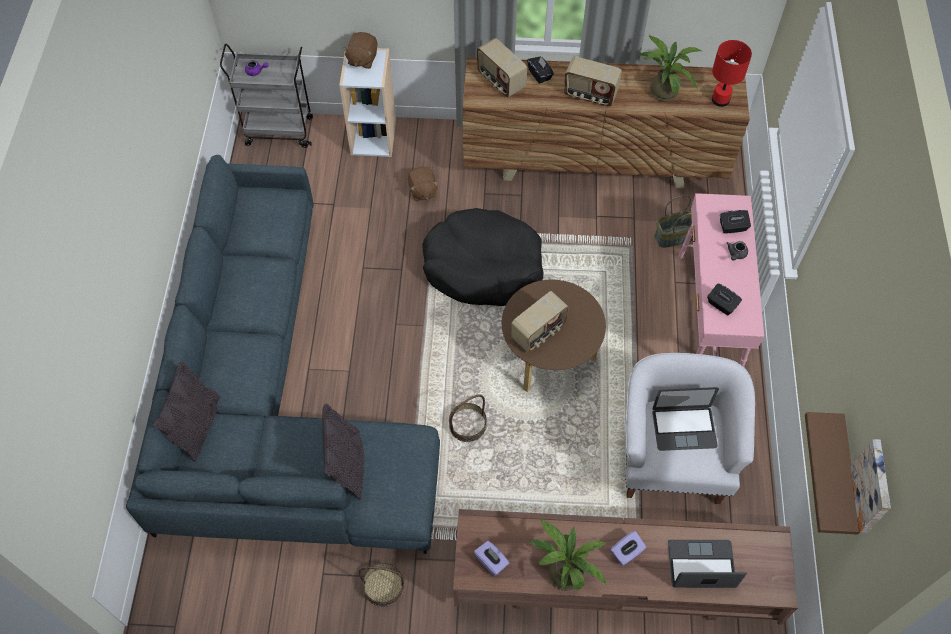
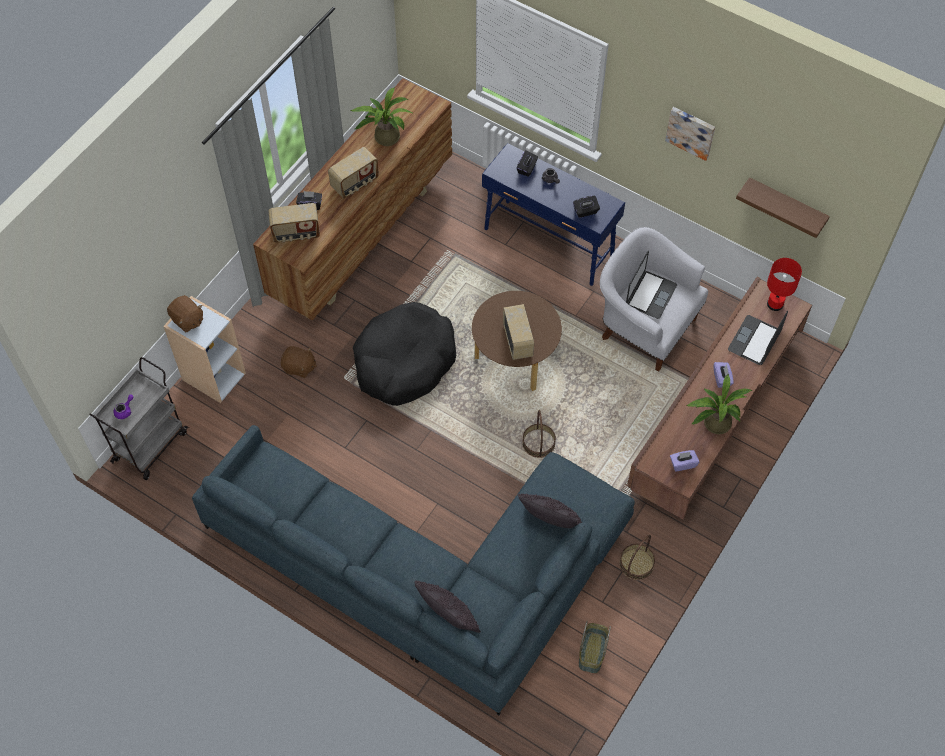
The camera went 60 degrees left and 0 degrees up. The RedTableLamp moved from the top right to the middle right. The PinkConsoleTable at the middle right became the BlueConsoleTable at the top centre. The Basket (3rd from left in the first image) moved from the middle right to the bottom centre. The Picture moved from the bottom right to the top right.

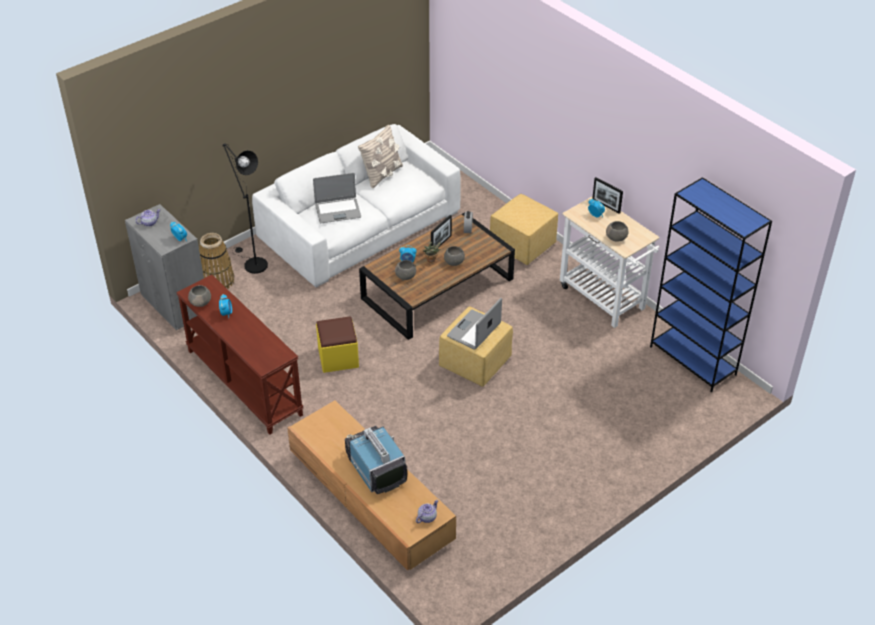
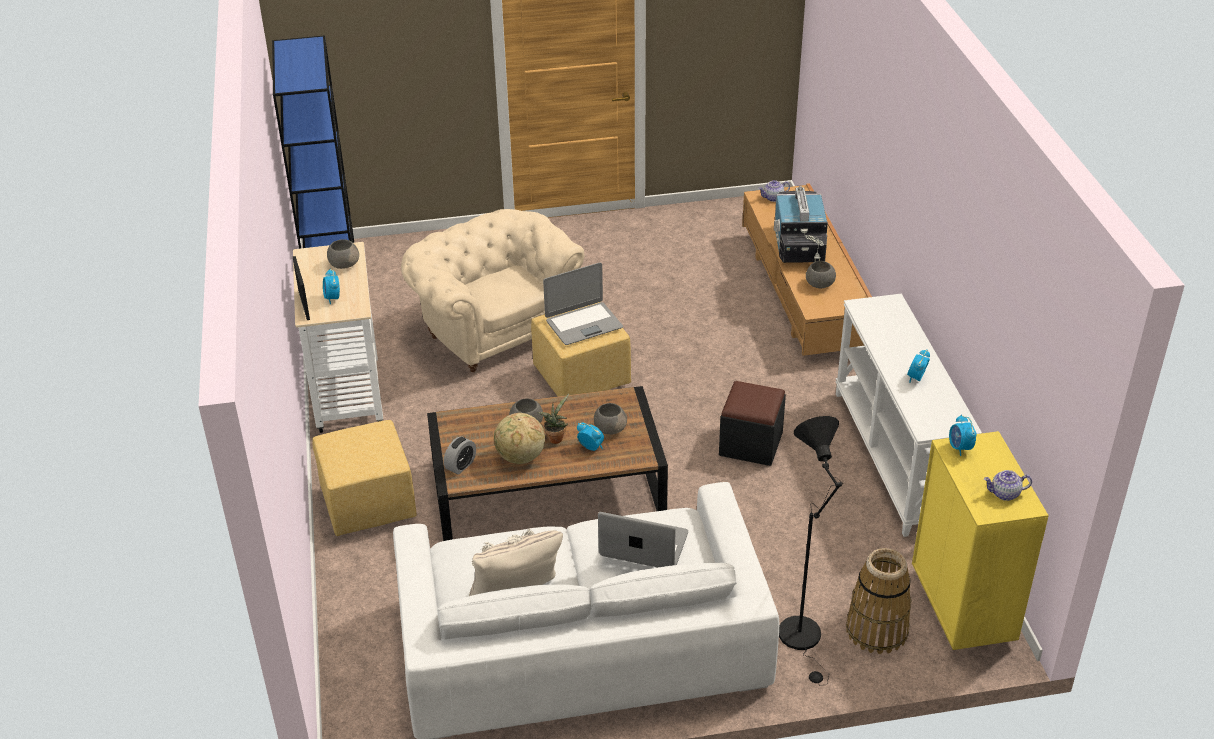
The camera went 150 degrees left and 5 degrees down. The GreyCabinet at the middle left became the YellowCabinet at the bottom right. The PictureFrame (1st from left) at the centre was replaced by the Globe at the centre. The BrownConsoleTable at the middle left became the WhiteConsoleTable at the middle right. The GreyBowl (1st from left in the first image) moved from the middle left to the middle right. The YellowOttoman (1st from left) at the centre became the BlackOttoman at the centre. The BeigeArmchair at the centre appeared.

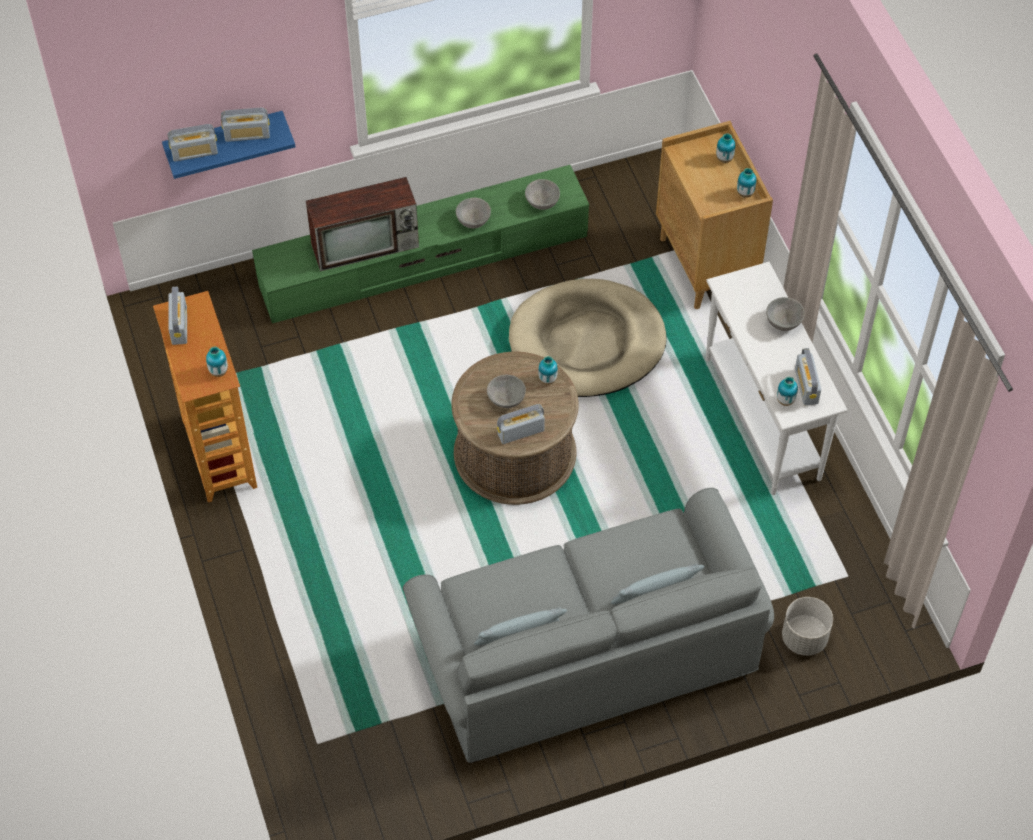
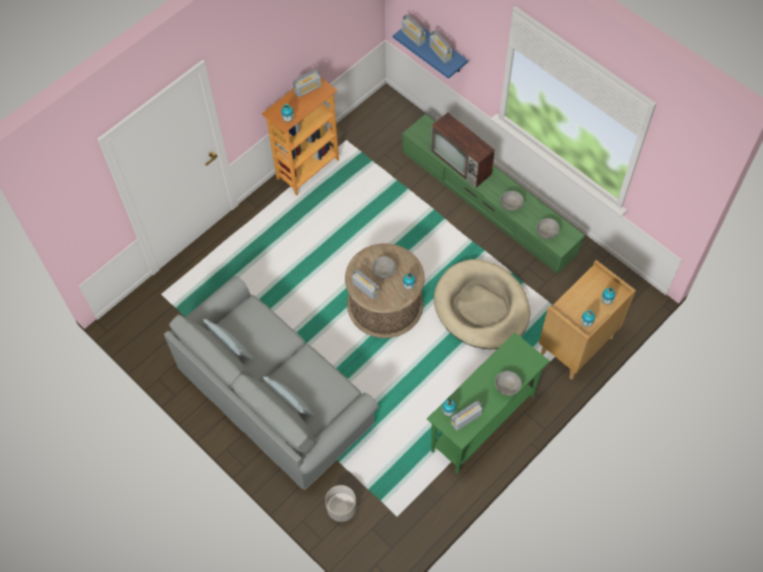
The camera went 65 degrees right and 5 degrees up. The WhiteConsoleTable at the middle right became the GreenConsoleTable at the bottom centre.

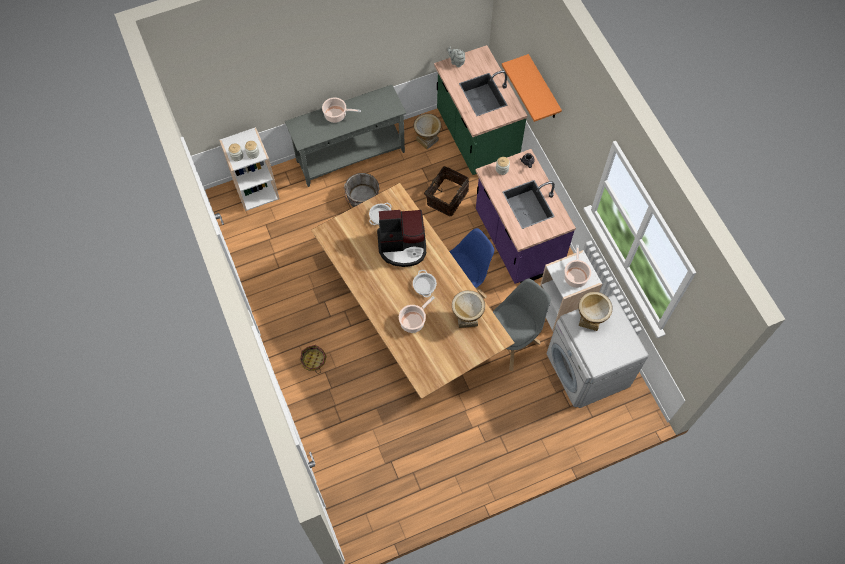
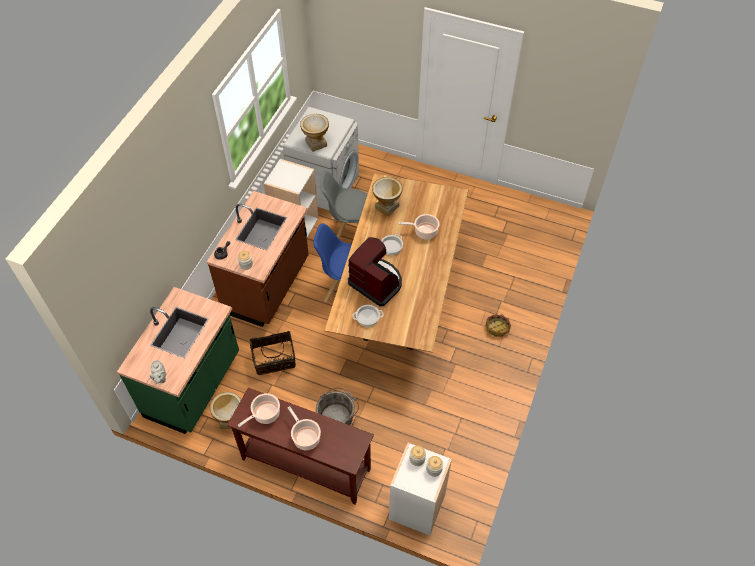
The camera went 135 degrees left and 10 degrees down. The OrangeShelf at the top centre disappeared. The GreyConsoleTable at the top centre became the BrownConsoleTable at the bottom centre. The PurpleCounter at the centre became the BrownCounter at the centre. The CookingPot (5th from left in the first image) moved from the middle right to the bottom centre.

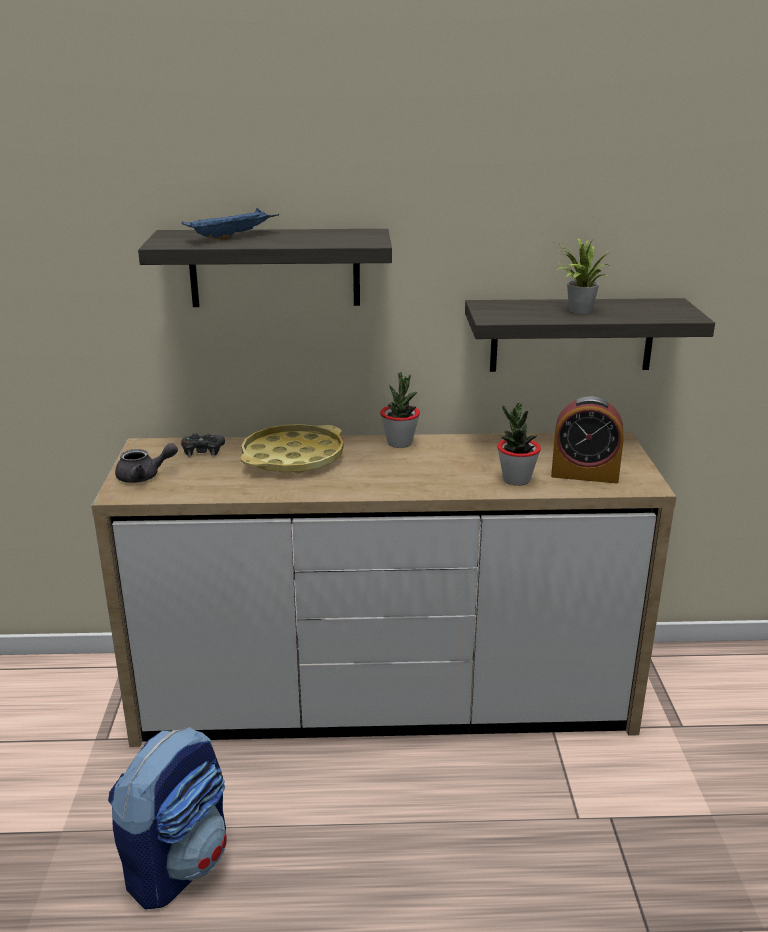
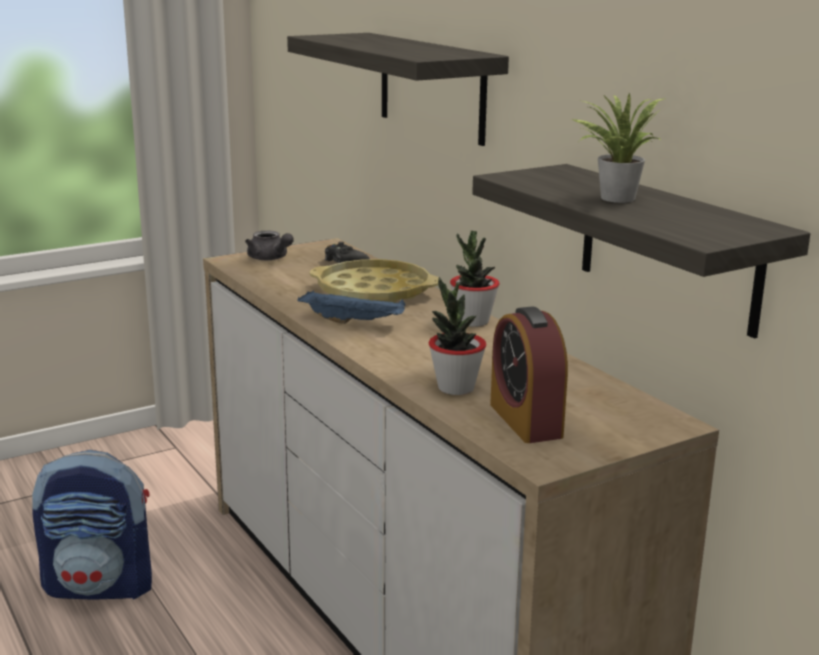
The camera went 60 degrees right and 5 degrees down. The BlueTray moved from the top left to the centre.

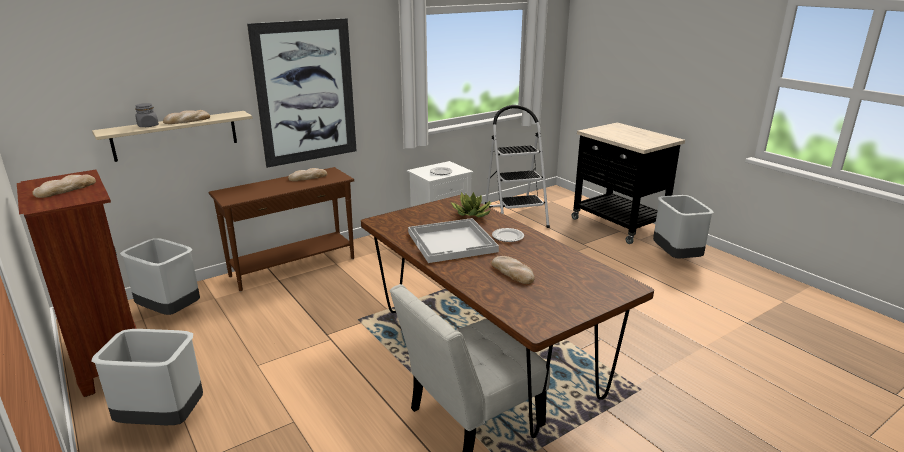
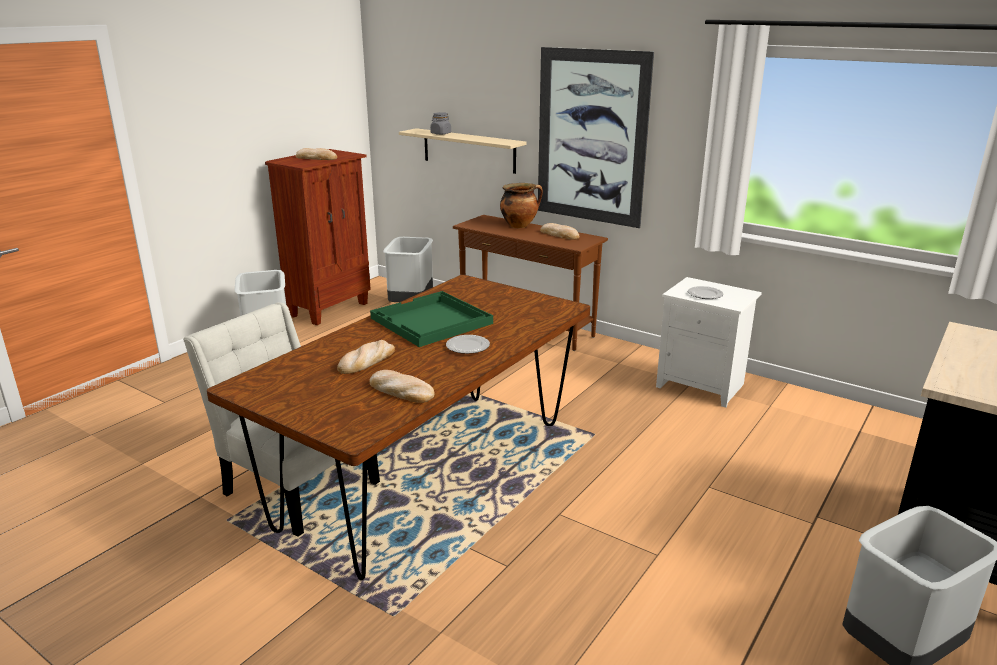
The camera went 70 degrees right and 0 degrees up. The StepLadder at the centre disappeared. The Bread (2nd from left in the first image) moved from the top left to the centre. The PottedPlant at the centre disappeared. The WhiteTray at the centre became the GreenTray at the centre. The CookingPot at the top centre appeared.

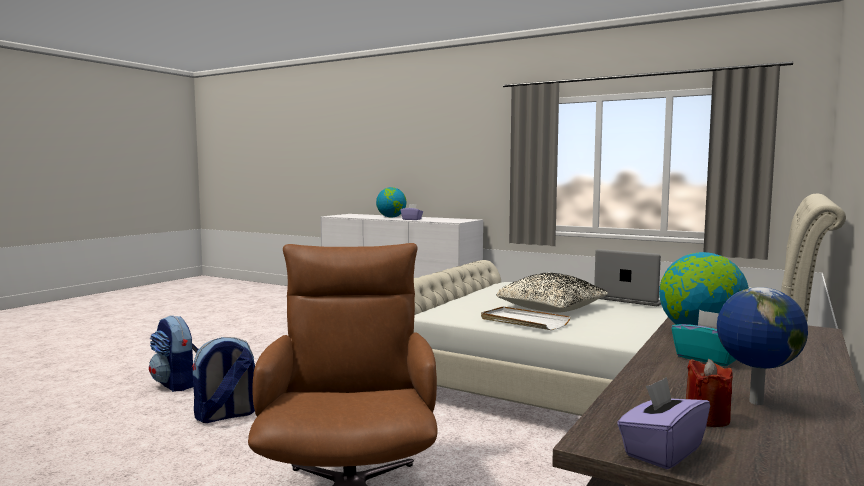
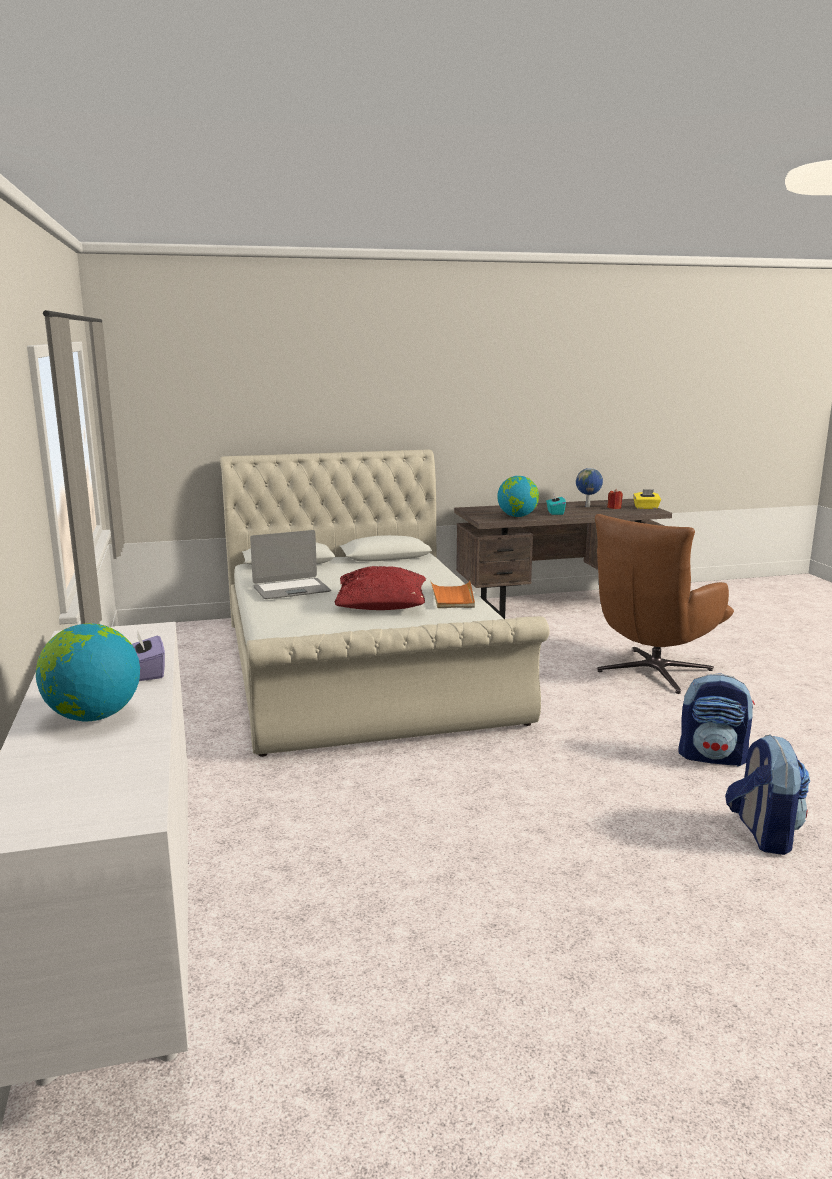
The camera went 135 degrees left and 10 degrees up. The Laptop at the middle right turned 105 degrees counterclockwise. The BeigePillow at the centre became the RedPillow at the centre. The WhiteTray at the centre became the OrangeTray at the centre. The PurpleTissueBox (2nd from left) at the bottom right became the YellowTissueBox at the middle right.

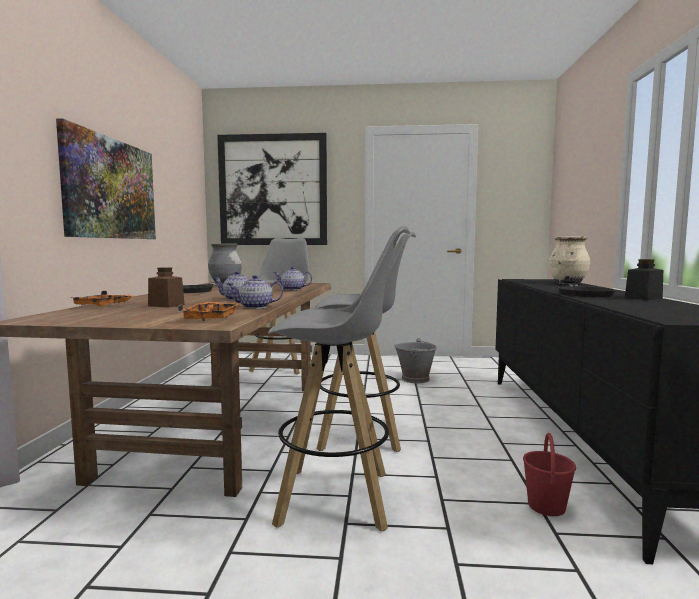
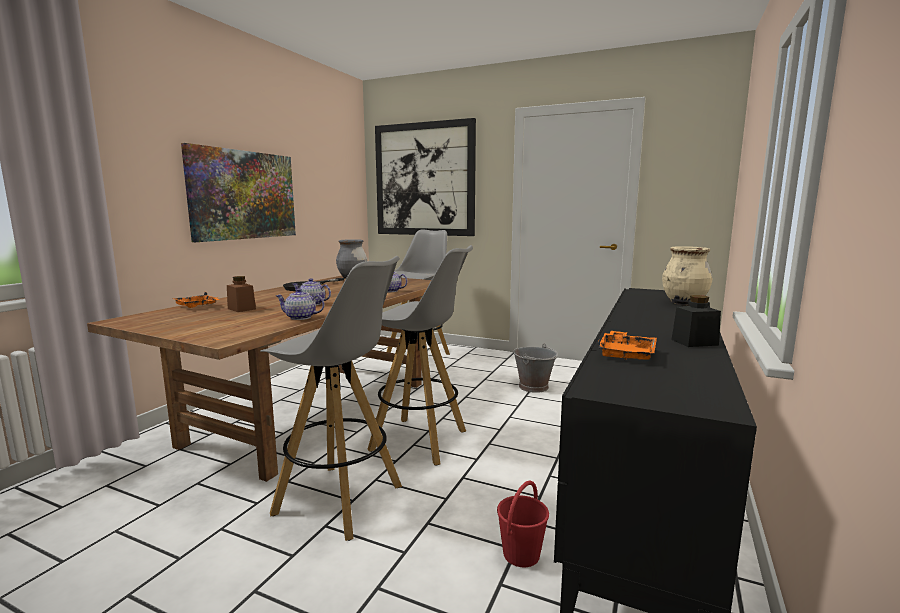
The camera went 20 degrees right and 5 degrees up. The BlackFryingPan (2nd from left) at the middle right disappeared. The OrangeTray (2nd from left) moved from the middle left to the middle right.

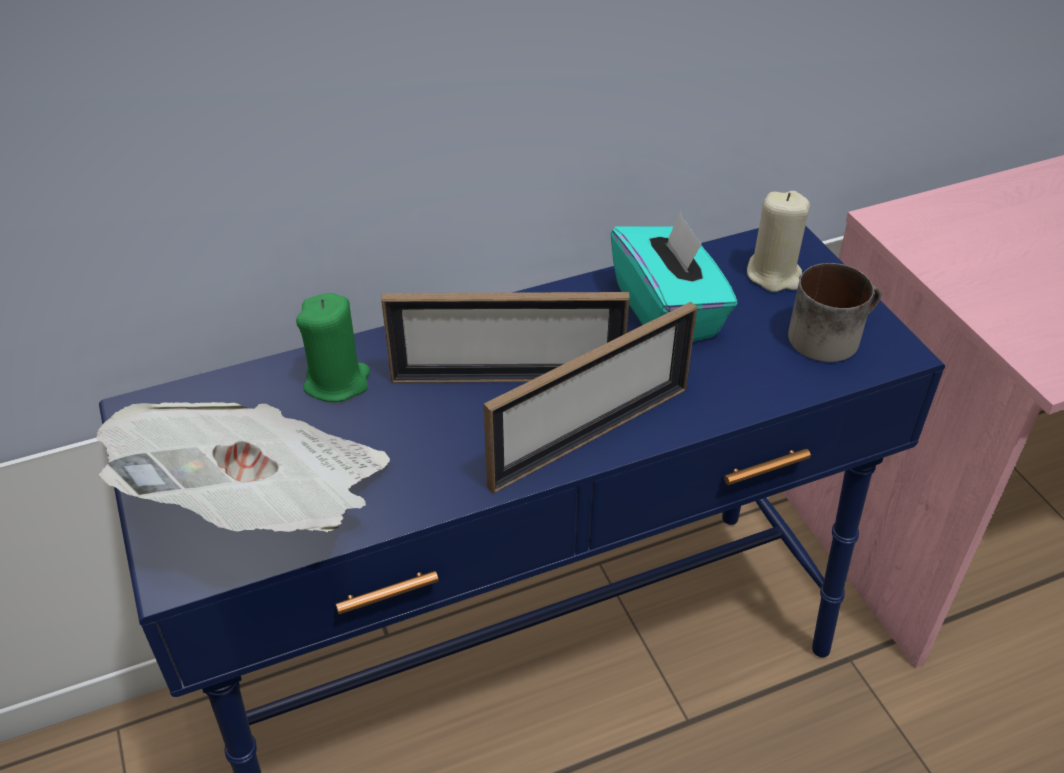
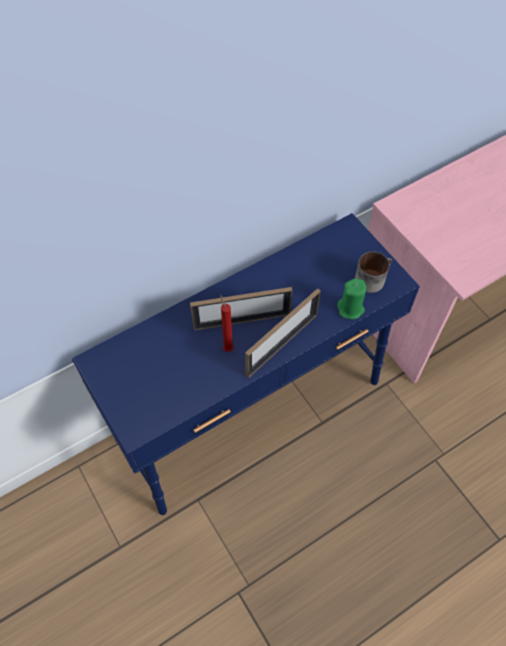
The camera went 10 degrees left and 15 degrees up. The BeigeCandle at the top right disappeared. The TurquoiseTissueBox at the centre disappeared. The GreenCandle moved from the middle left to the middle right. The Newspaper at the middle left disappeared. The RedCandle at the centre appeared.

